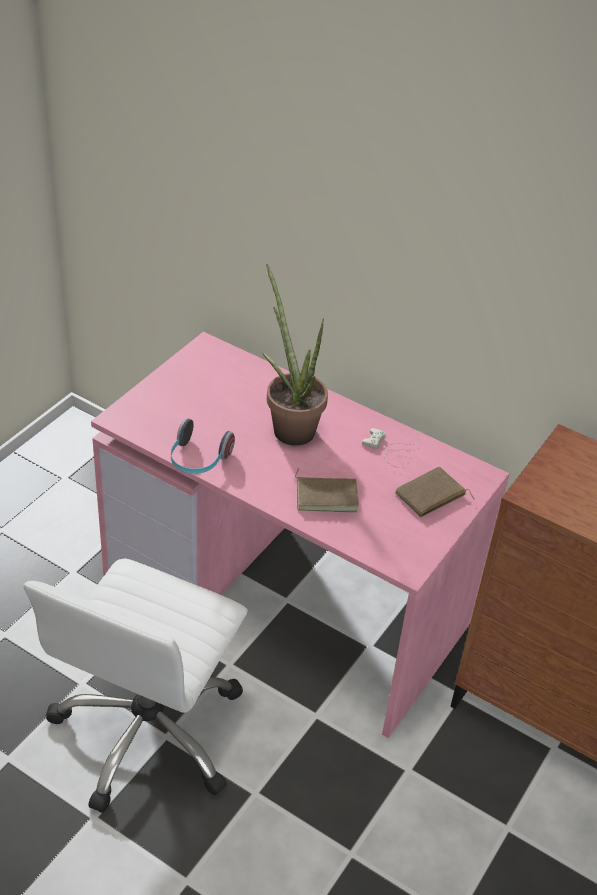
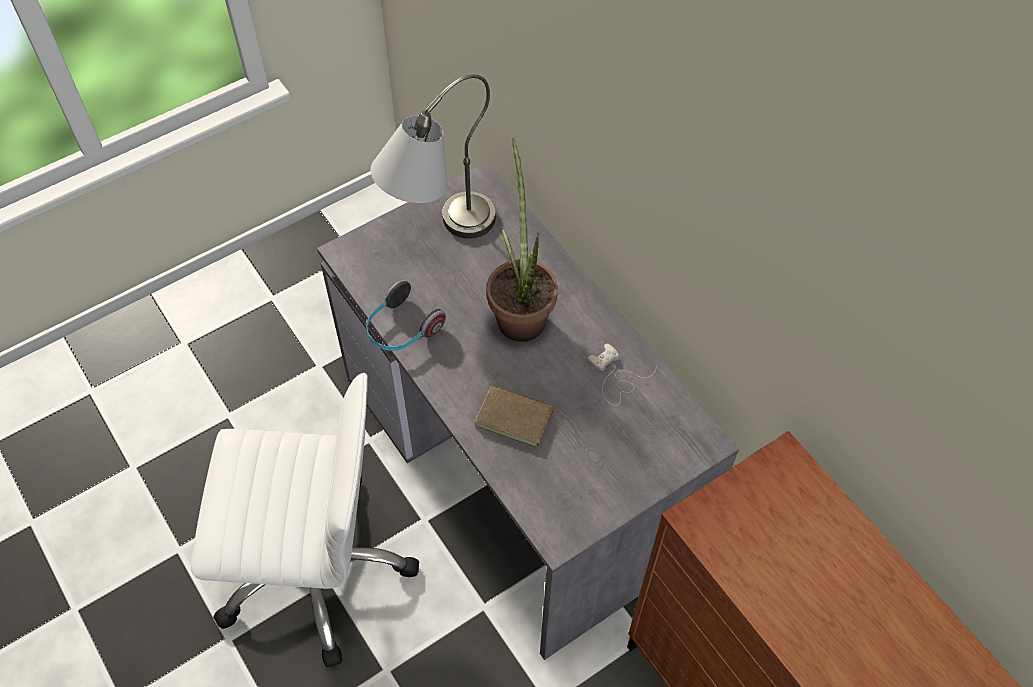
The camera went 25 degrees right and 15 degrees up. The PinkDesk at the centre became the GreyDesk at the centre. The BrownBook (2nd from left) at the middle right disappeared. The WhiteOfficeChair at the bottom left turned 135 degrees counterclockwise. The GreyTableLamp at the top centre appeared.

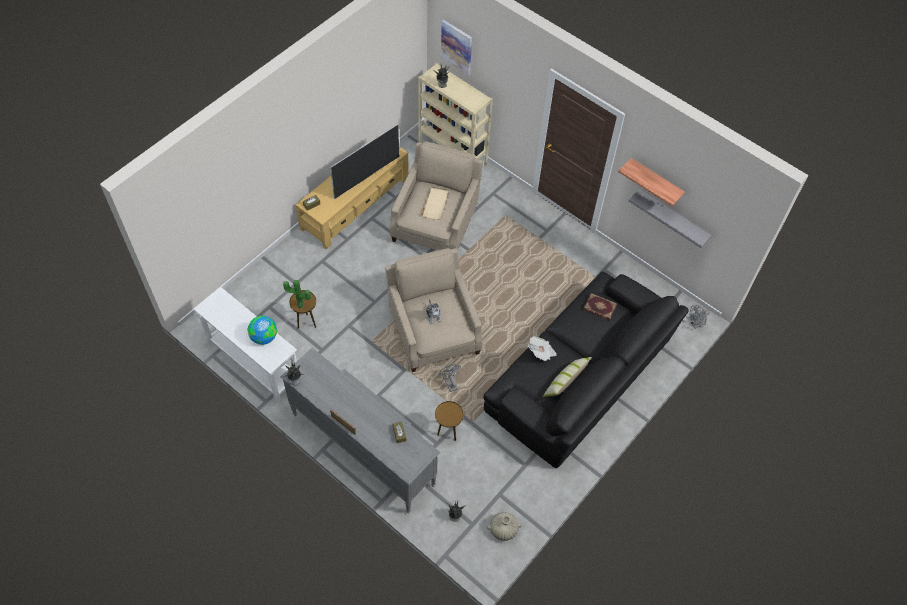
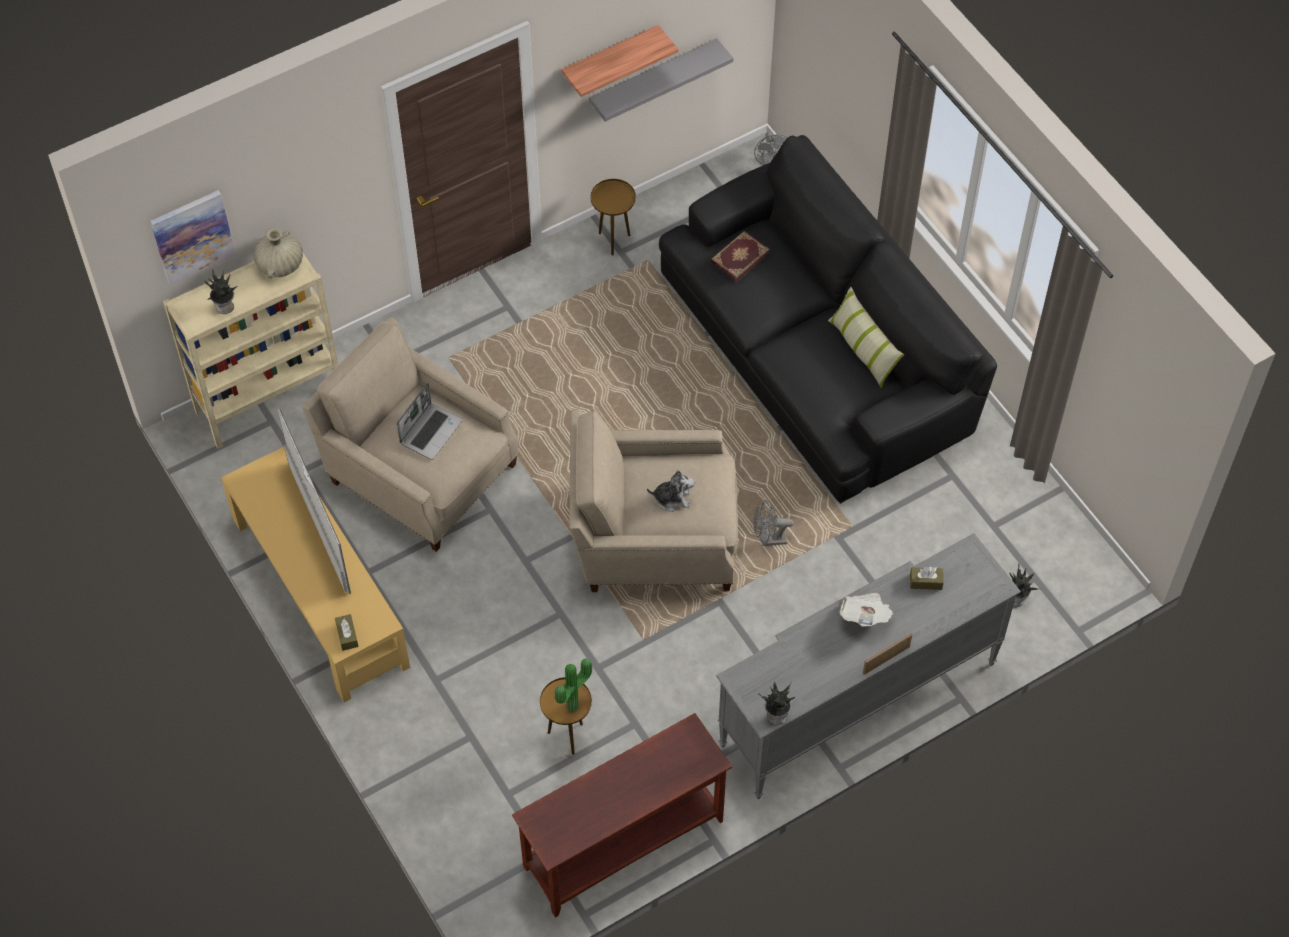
The camera went 70 degrees left and 0 degrees up. The BeigeTray at the centre was replaced by the Laptop at the centre. The WhiteConsoleTable at the middle left became the BrownConsoleTable at the bottom centre. The Globe at the middle left disappeared. The Newspaper moved from the centre to the middle right. The BrownSideTable (2nd from left) moved from the bottom centre to the top centre. The BeigeVase moved from the bottom centre to the top left.

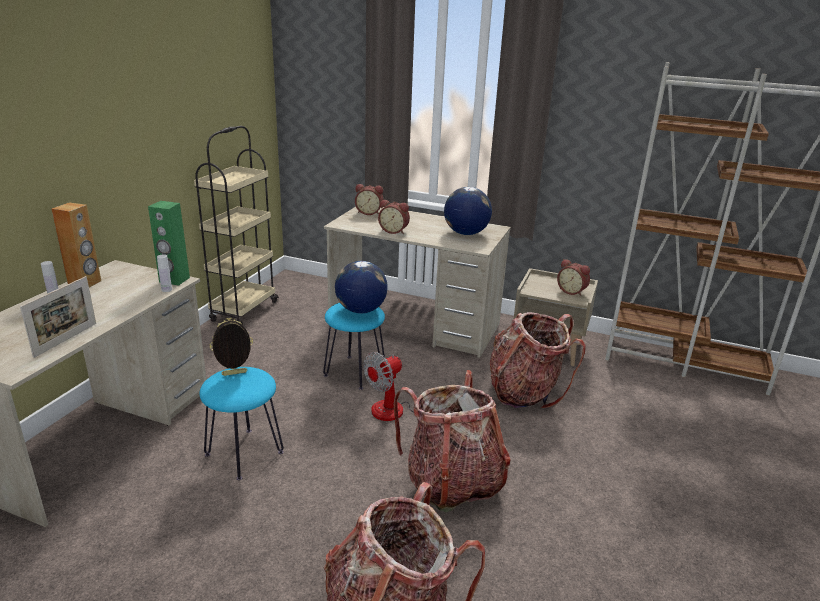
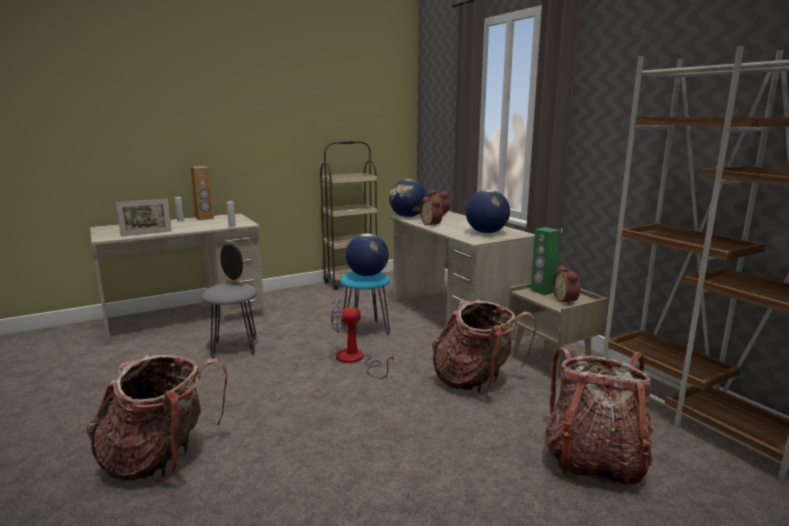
The camera went 40 degrees right and 10 degrees down. The GreenSpeaker moved from the middle left to the middle right. The TurquoiseStool (1st from left) at the bottom left became the GreyStool at the middle left. The Backpack (2nd from left in the first image) moved from the bottom centre to the bottom right. The Globe (2nd from left) at the centre appeared.

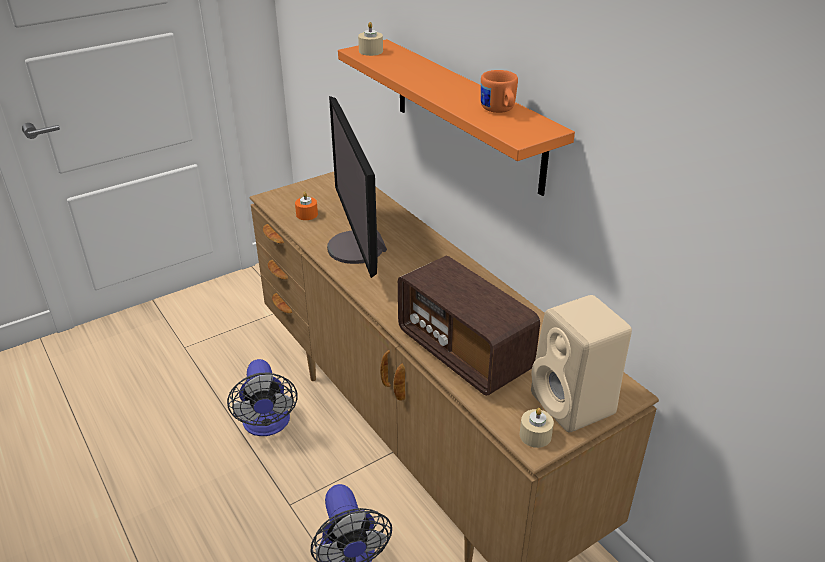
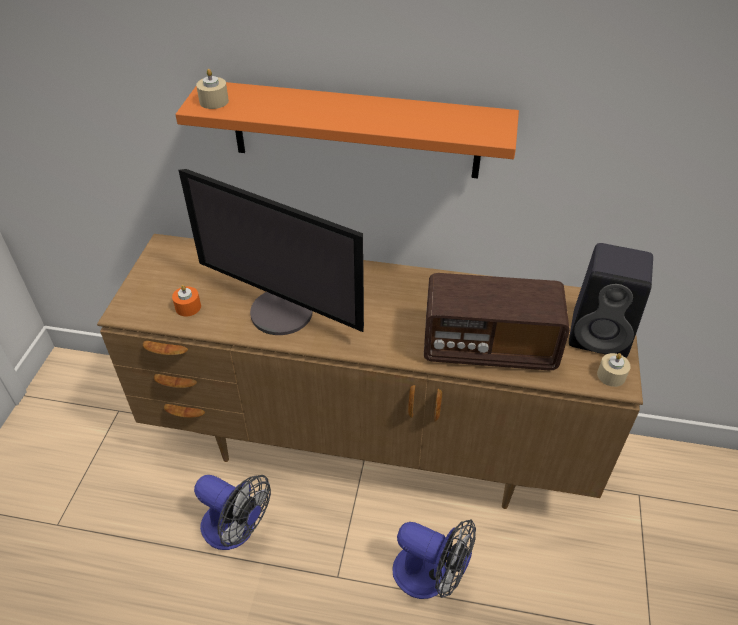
The camera went 45 degrees left and 10 degrees up. The OrangeMug at the top centre disappeared. The BeigeSpeaker at the middle right became the BlackSpeaker at the middle right.

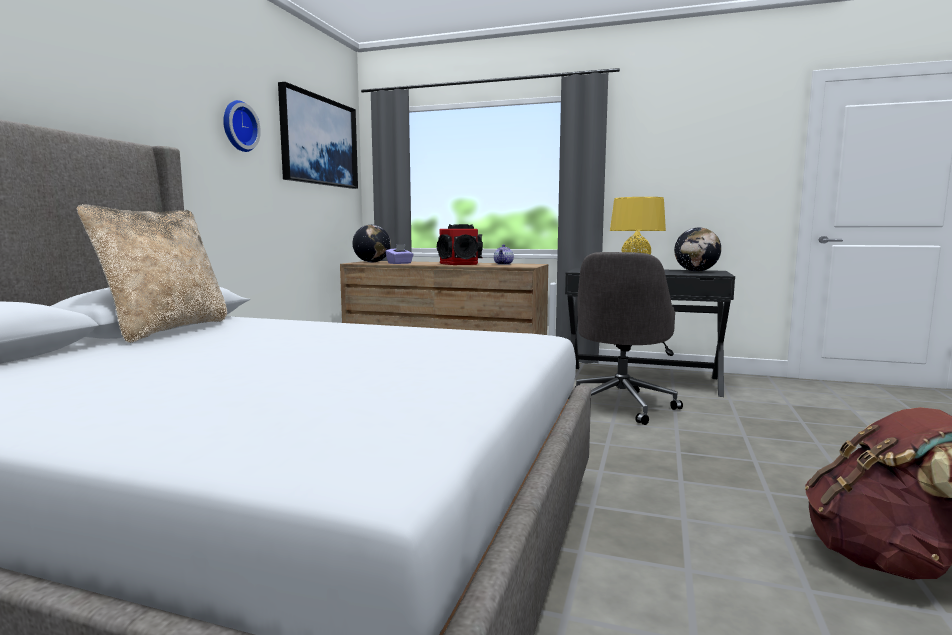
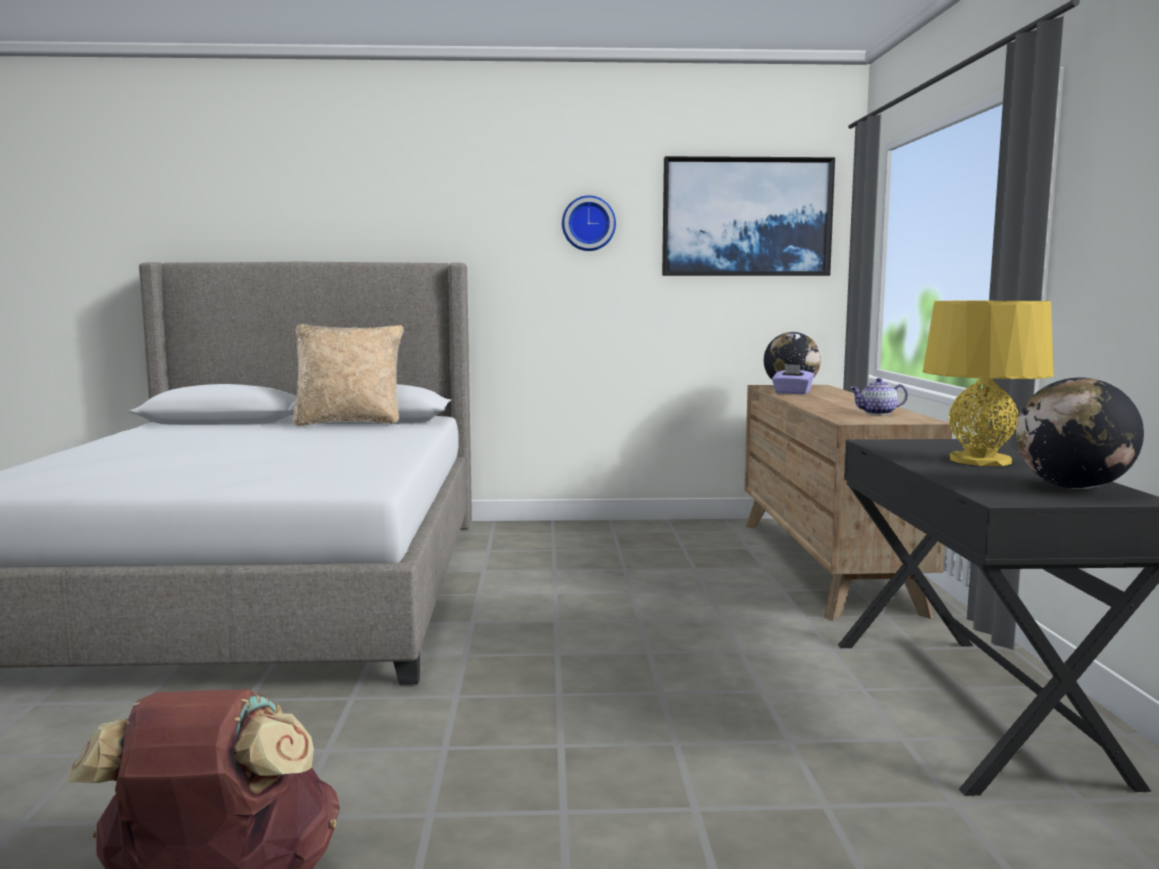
The camera went 70 degrees right and 0 degrees up. The Speaker at the centre disappeared. The GreyOfficeChair at the centre disappeared.

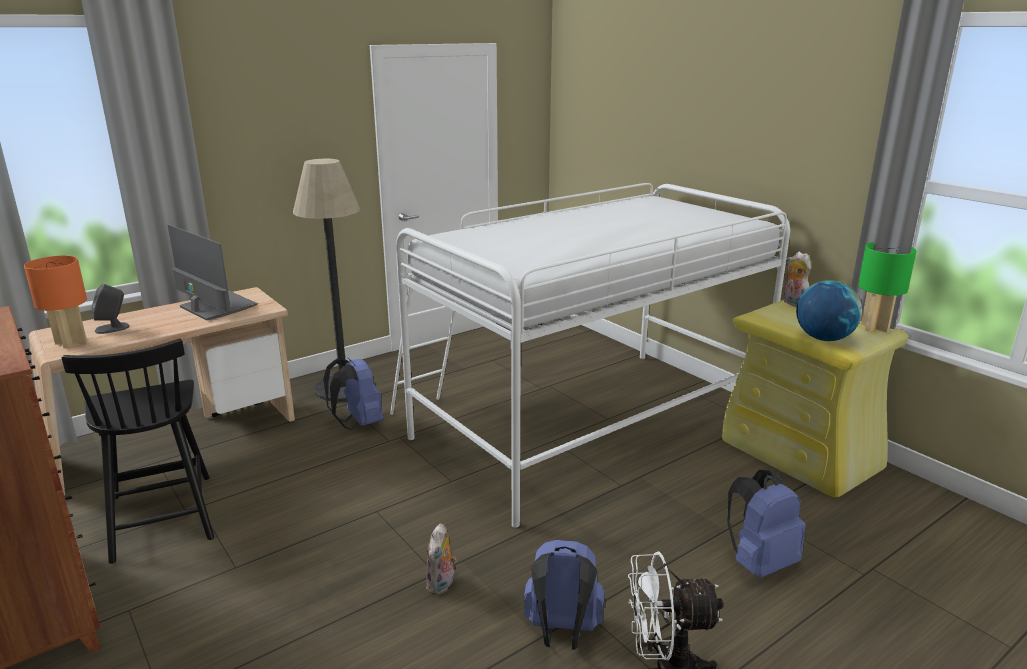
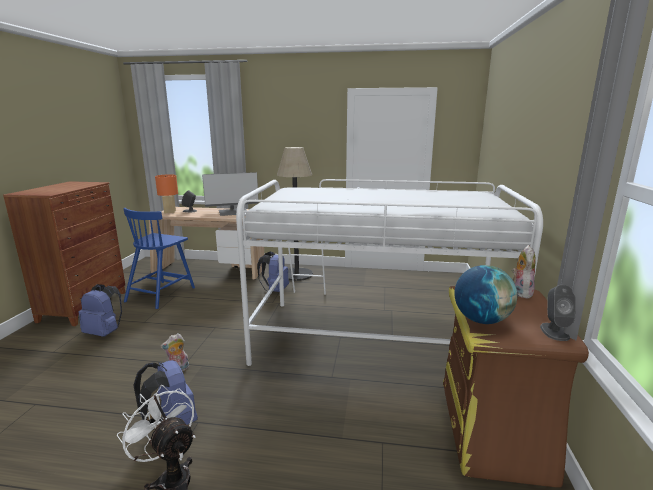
The camera went 45 degrees right and 5 degrees down. The Monitor at the middle left turned 75 degrees clockwise. The GreenTableLamp at the middle right was replaced by the GreySpeaker (2nd from left) at the middle right. The YellowNightstand at the middle right became the BrownNightstand at the bottom right. The BlackChair at the bottom left became the BlueChair at the middle left. The BlueBackpack (3rd from left in the first image) moved from the bottom right to the middle left.

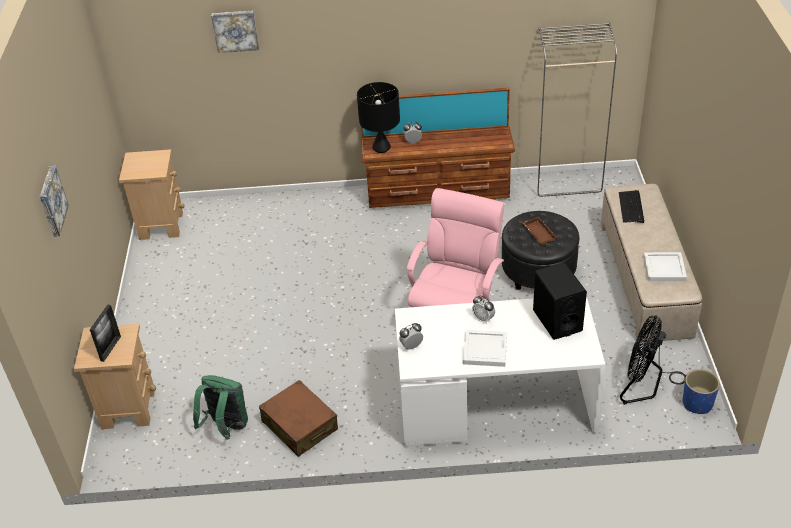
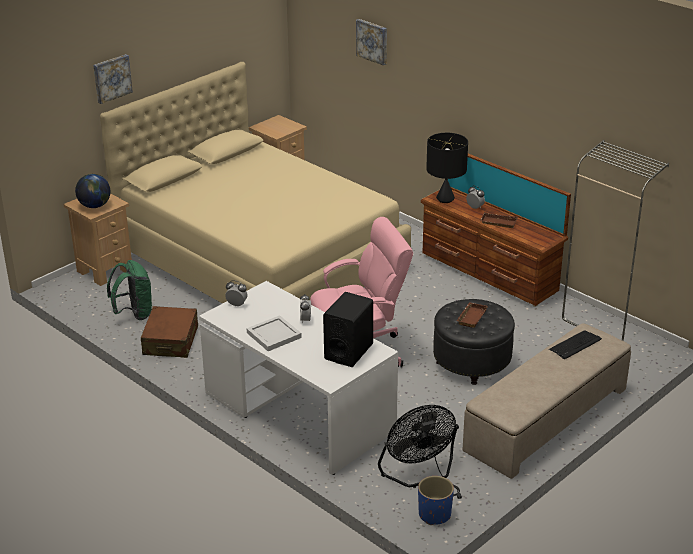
The camera went 45 degrees right and 10 degrees down. The WhiteTray (2nd from left) at the middle right disappeared. The PictureFrame at the middle left was replaced by the Globe at the middle left. The BeigeBed at the top centre appeared. The BrownTray (2nd from left) at the middle right appeared.

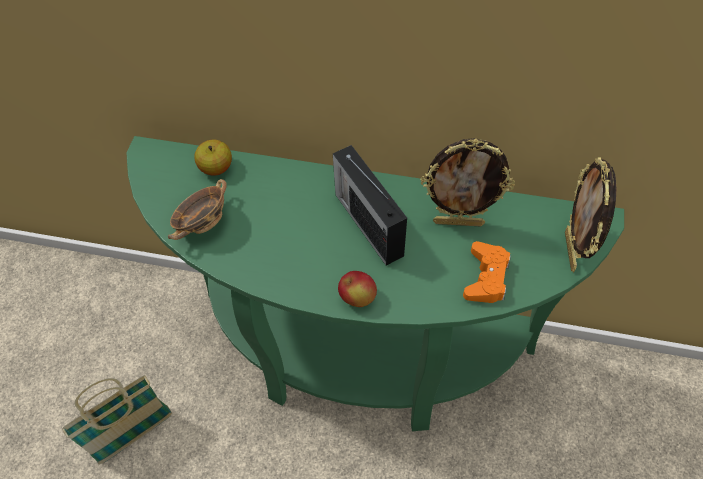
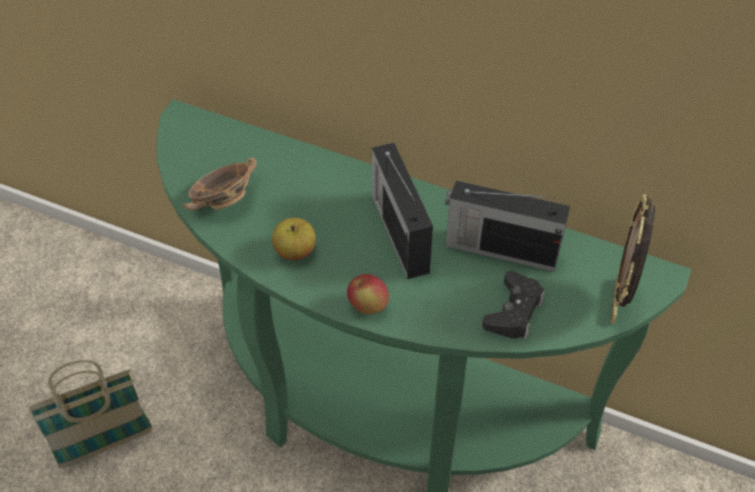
The camera went 10 degrees right and 5 degrees down. The PictureFrame (1st from left) at the centre was replaced by the Radio (2nd from left) at the middle right. The Apple (1st from left) moved from the top left to the centre. The OrangeGameController at the middle right became the BlackGameController at the middle right.

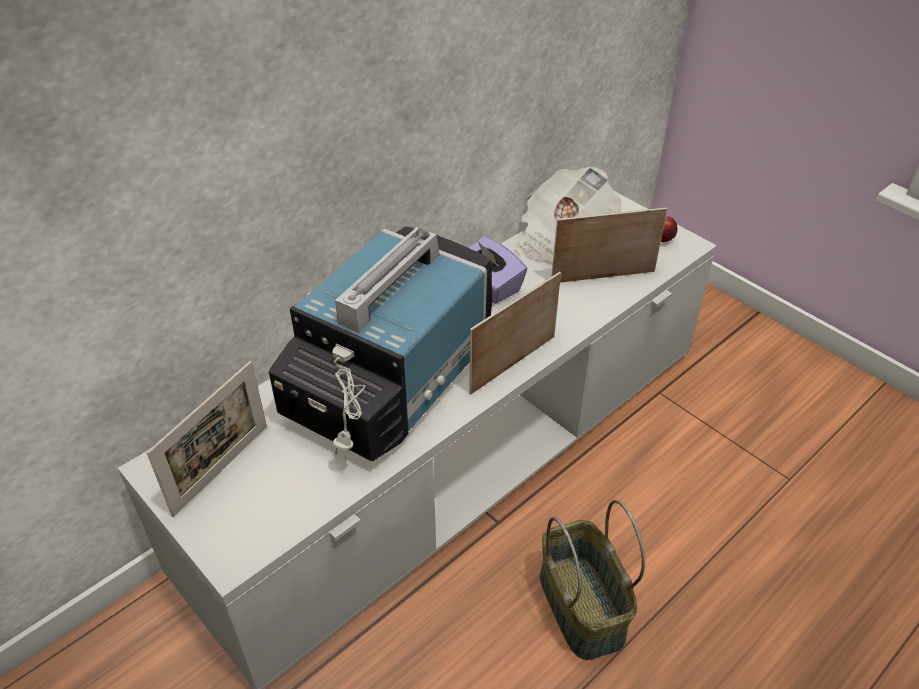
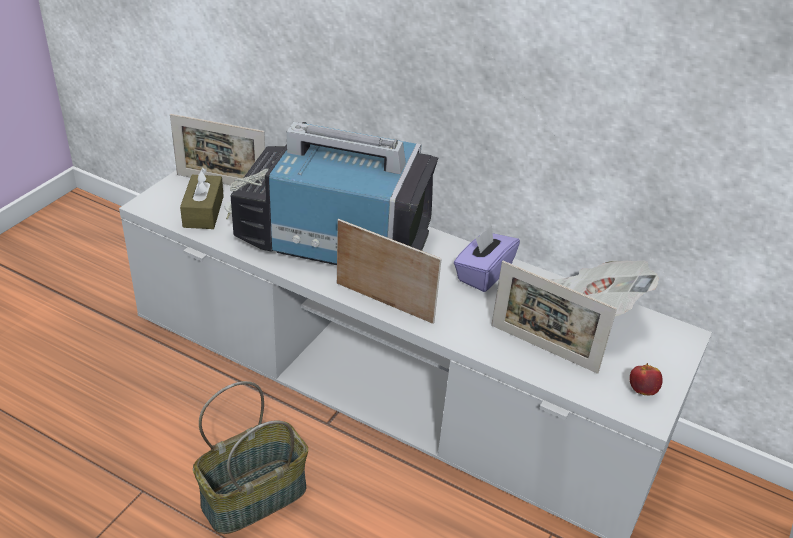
The camera went 70 degrees right and 5 degrees down. The PictureFrame (3rd from left) at the centre turned 150 degrees clockwise. The BrownTissueBox at the middle left appeared.

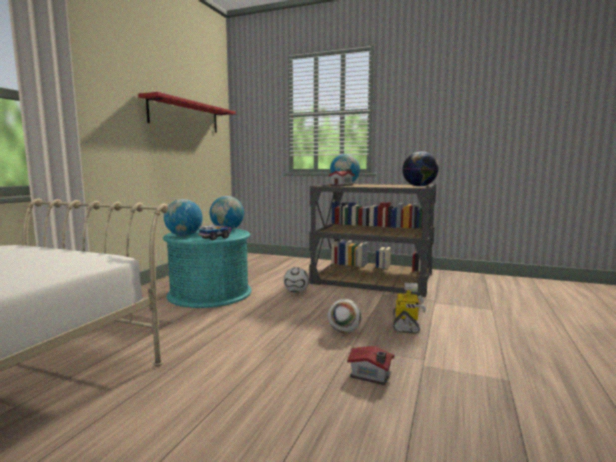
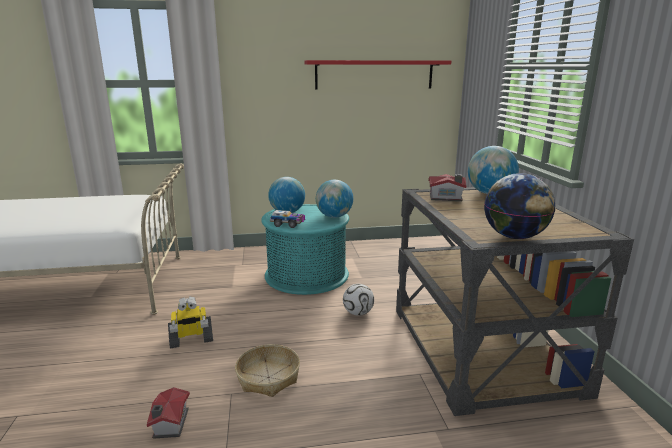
The camera went 60 degrees right and 10 degrees up. The ToyRobot moved from the bottom centre to the bottom left. The Football (2nd from left) at the bottom centre was replaced by the Basket at the bottom centre.

